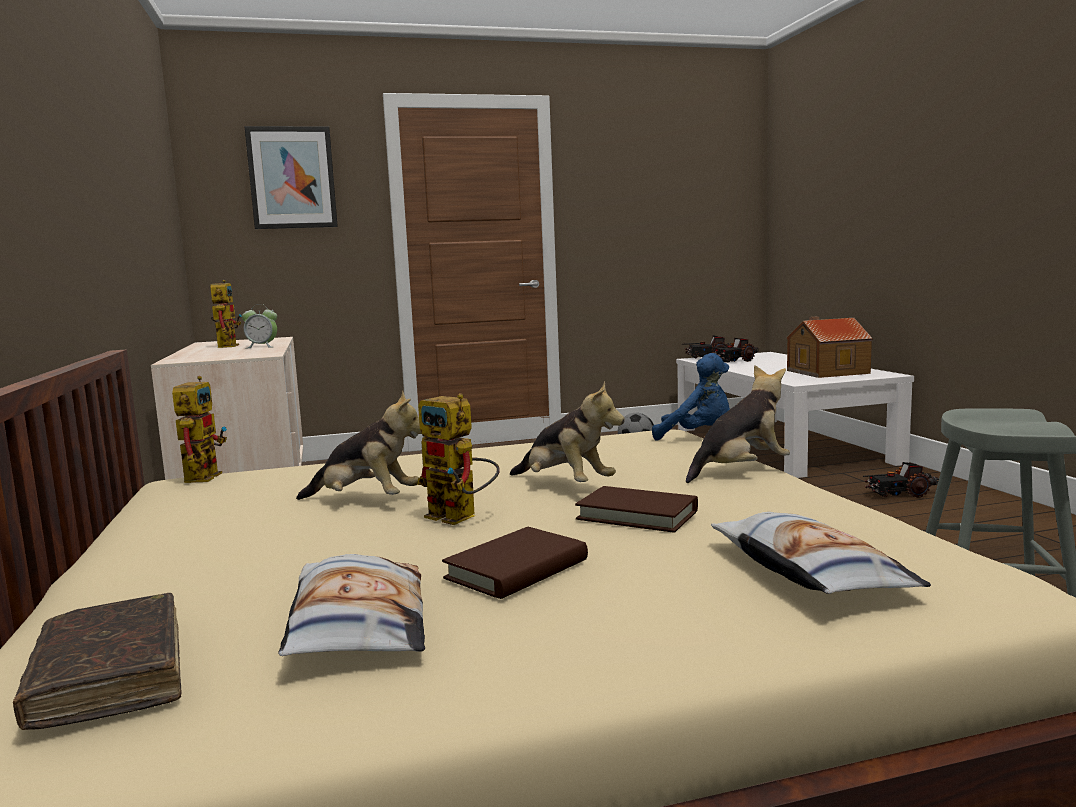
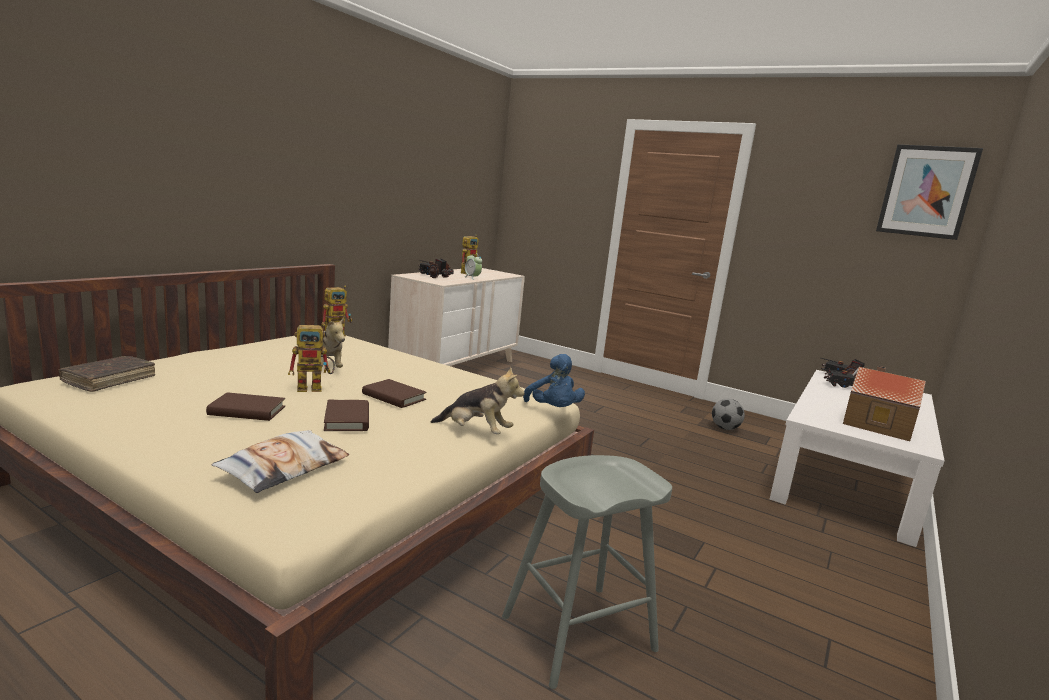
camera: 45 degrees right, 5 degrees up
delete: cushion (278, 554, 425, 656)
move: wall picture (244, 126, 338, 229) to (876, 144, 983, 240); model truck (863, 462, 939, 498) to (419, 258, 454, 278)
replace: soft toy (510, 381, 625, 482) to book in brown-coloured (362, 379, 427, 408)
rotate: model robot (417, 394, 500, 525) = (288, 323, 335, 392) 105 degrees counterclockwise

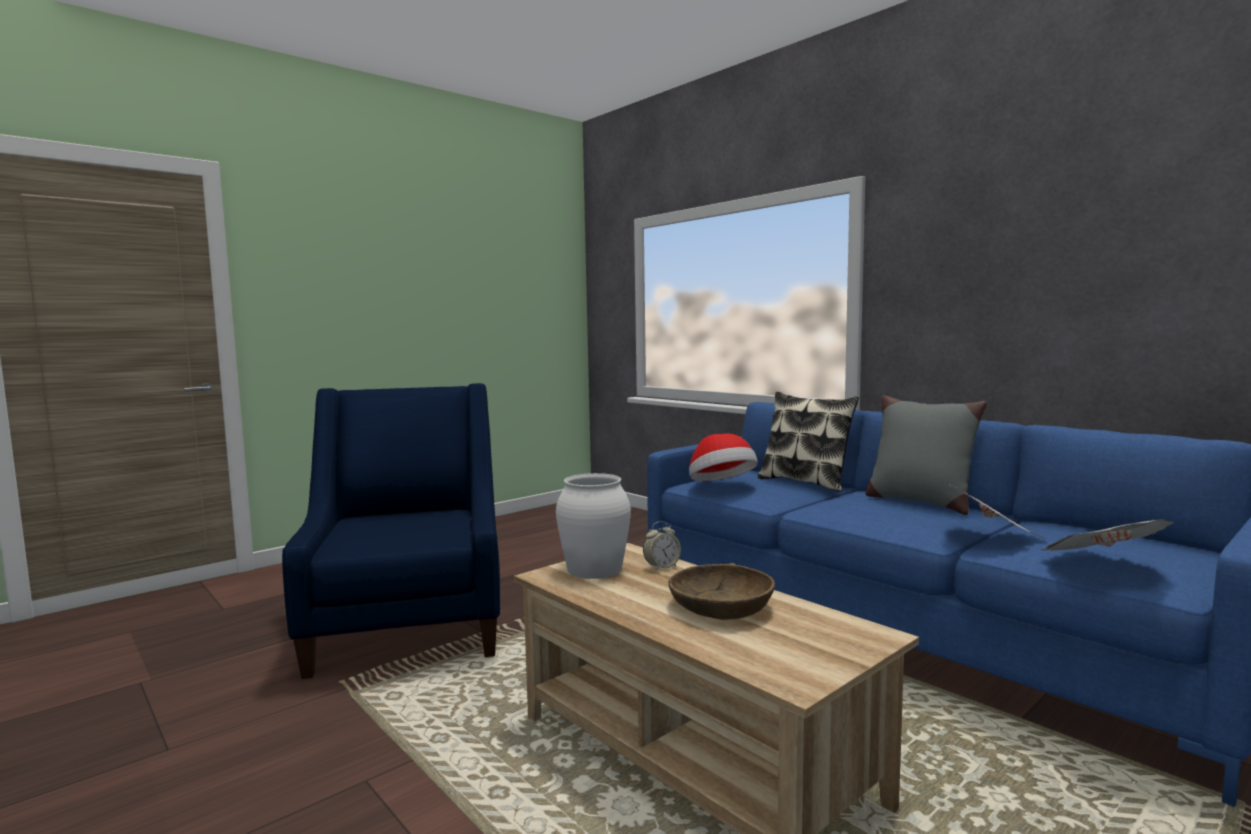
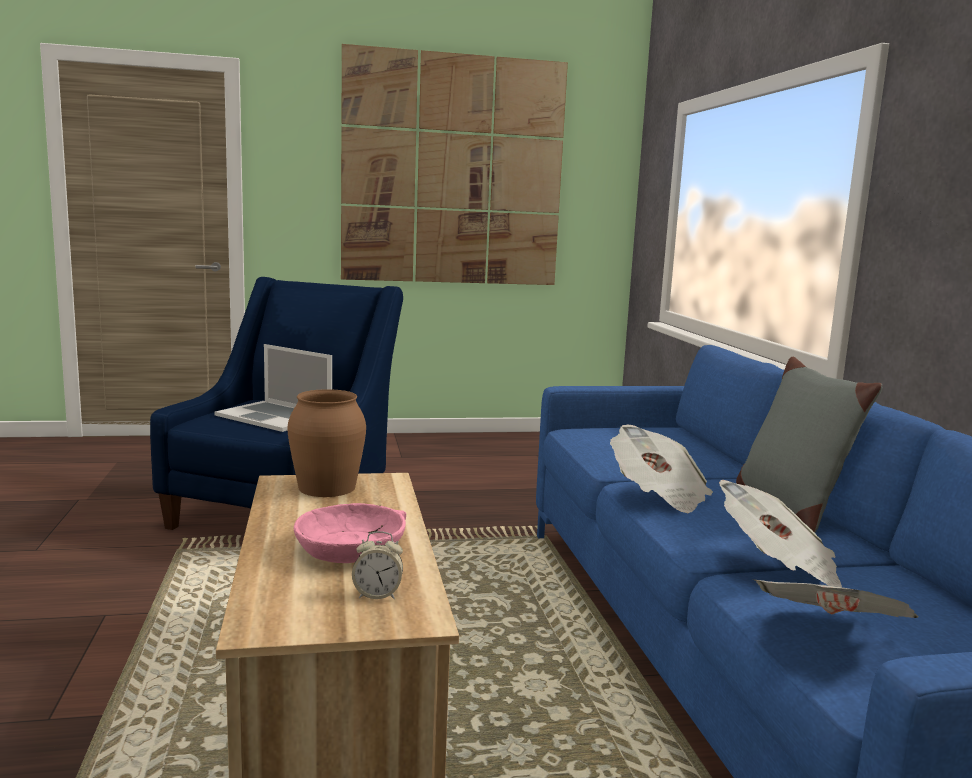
camera: 30 degrees right, 5 degrees up
delete: cushion (758, 392, 859, 492); clothing hat (689, 433, 758, 481)
insert: wall picture (341, 44, 568, 285); portable computer (215, 344, 332, 432); daily paper (610, 425, 713, 513)
move: alarm clock (643, 521, 681, 570) to (352, 531, 403, 599)
recolor: flower vase in whitish (556, 473, 631, 579) to flower vase in brown-coloured (287, 389, 366, 497); bowl in brown-coloured (669, 563, 775, 620) to bowl in pink (294, 503, 406, 563)

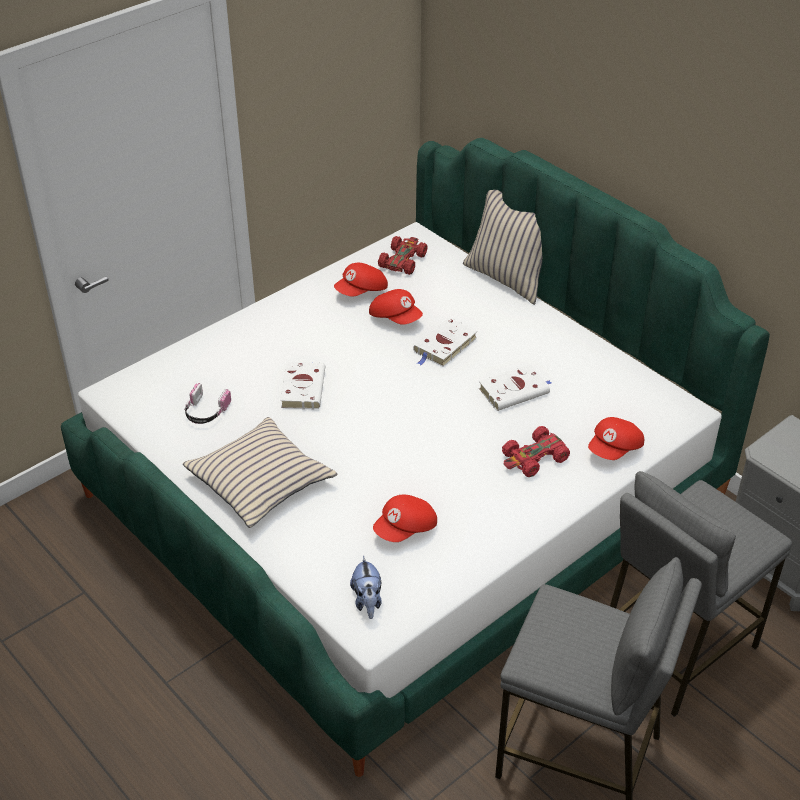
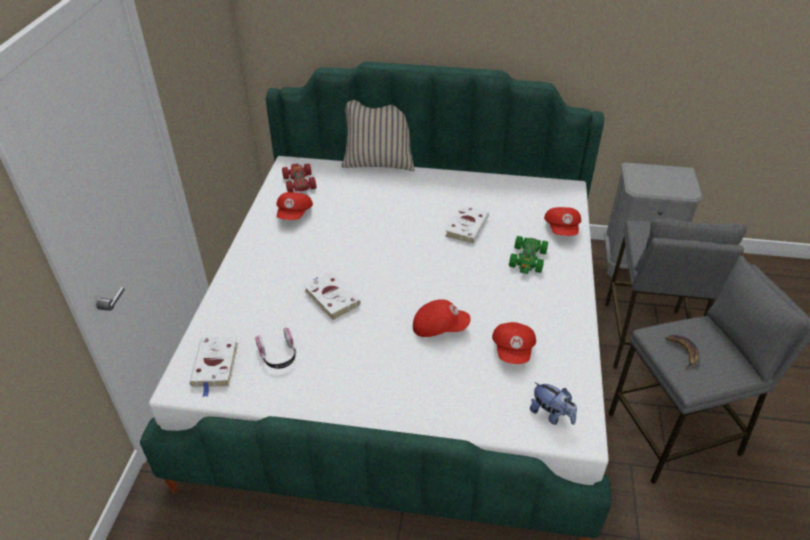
camera: 40 degrees left, 0 degrees up
delete: cushion in beige (183, 417, 337, 528)
insert: whole banana (665, 335, 699, 370)
move: baseball cap in reddish (369, 289, 423, 325) to (413, 299, 471, 337); book in whitish (413, 317, 478, 367) to (189, 337, 238, 397)
recolor: toy car in reddish (502, 426, 570, 477) to toy car in greenish (509, 236, 548, 274)

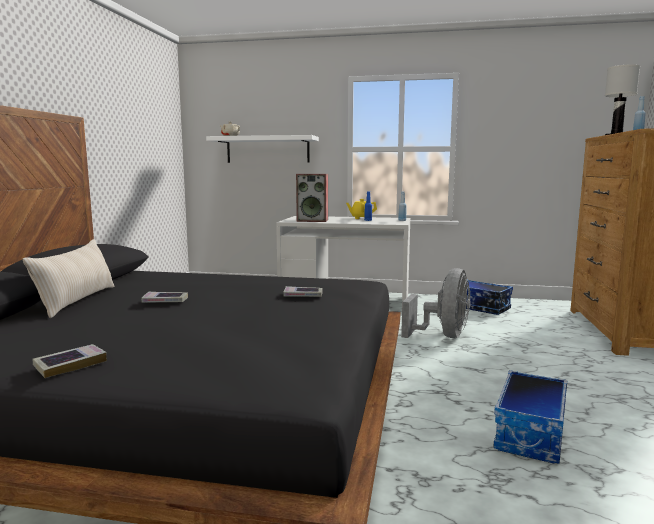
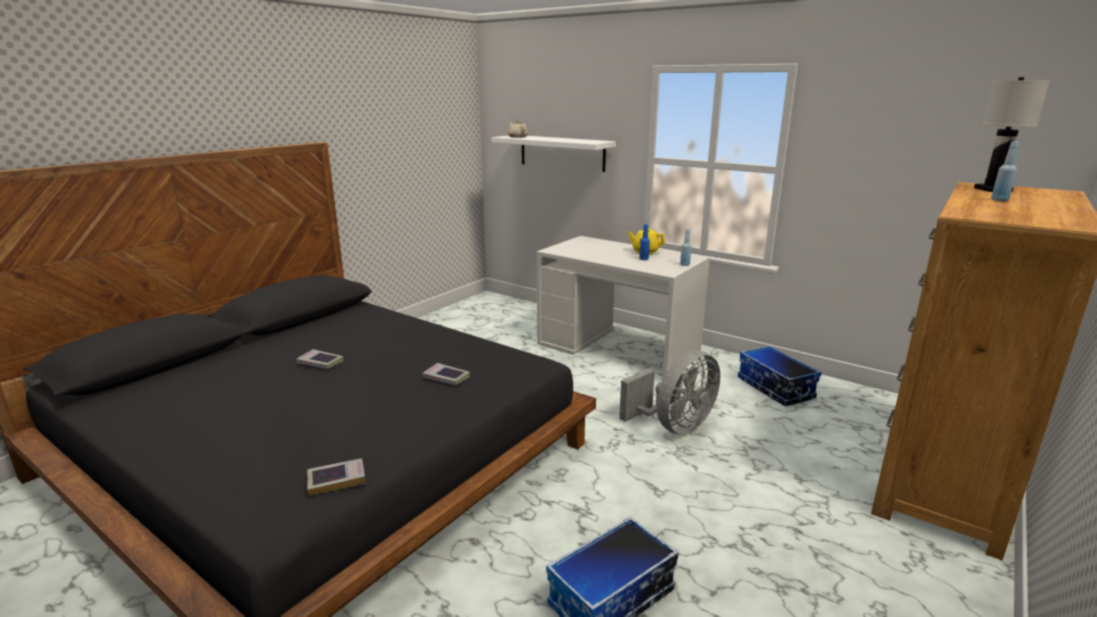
camera: 25 degrees right, 10 degrees up
delete: loudspeaker (296, 174, 328, 222); cushion in beige (23, 239, 115, 318)
move: book (32, 344, 107, 378) to (307, 458, 366, 496)

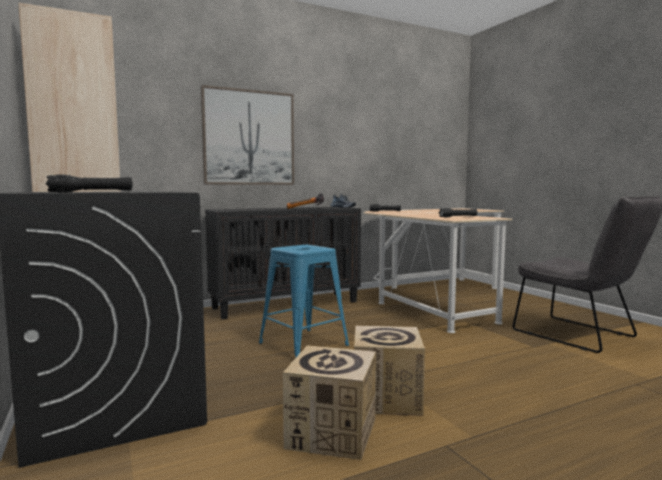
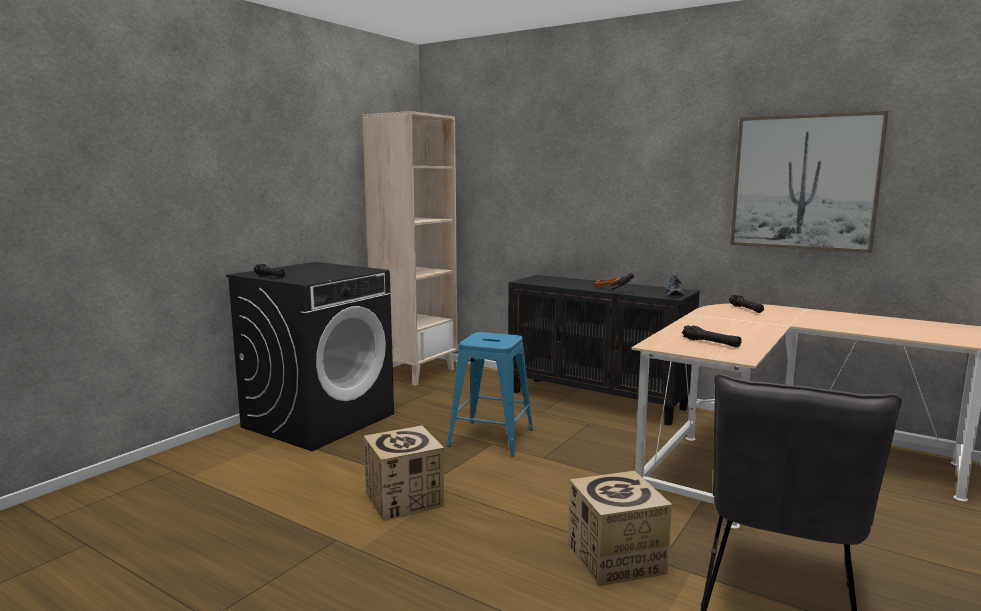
camera: 60 degrees right, 5 degrees up
move: wall picture (201, 85, 294, 185) to (730, 111, 888, 253); carton (283, 345, 376, 460) to (568, 471, 672, 586)

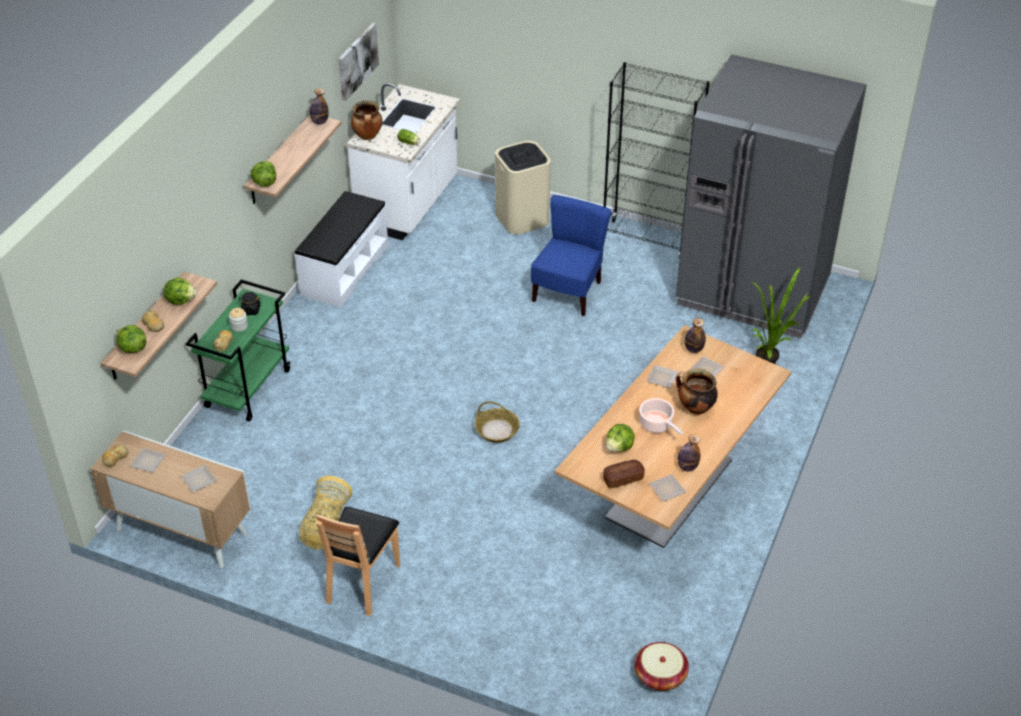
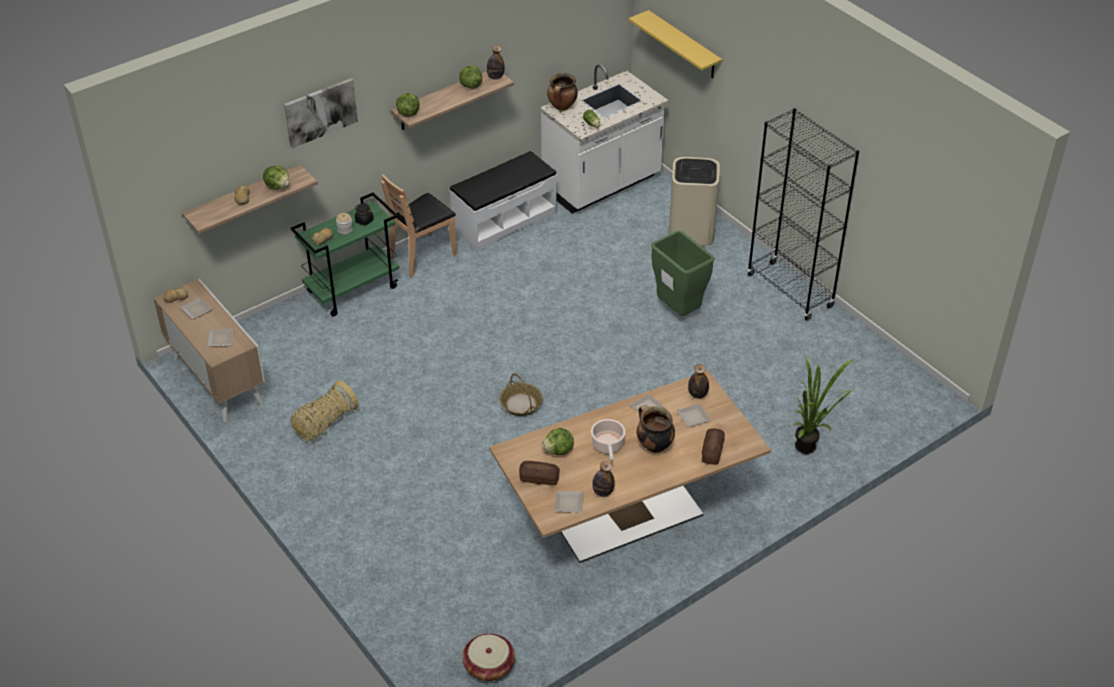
camera: 30 degrees right, 0 degrees up
delete: refrigerator in grey (676, 54, 867, 338)
insert: shelf in yellowish (629, 10, 722, 78); baked bread (702, 428, 725, 465)
move: wall picture (338, 23, 379, 101) to (284, 78, 358, 148); lettuce (116, 325, 146, 353) to (459, 66, 482, 89); chair in brown-coloured (316, 507, 400, 616) to (381, 175, 457, 277)
replace: chair in blue (531, 195, 611, 316) to trash can in greenish (651, 231, 715, 316)

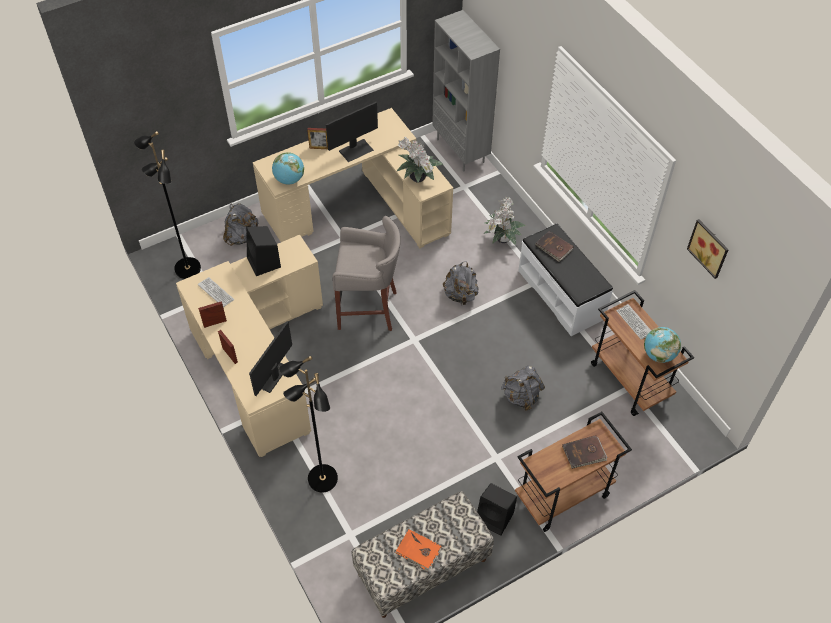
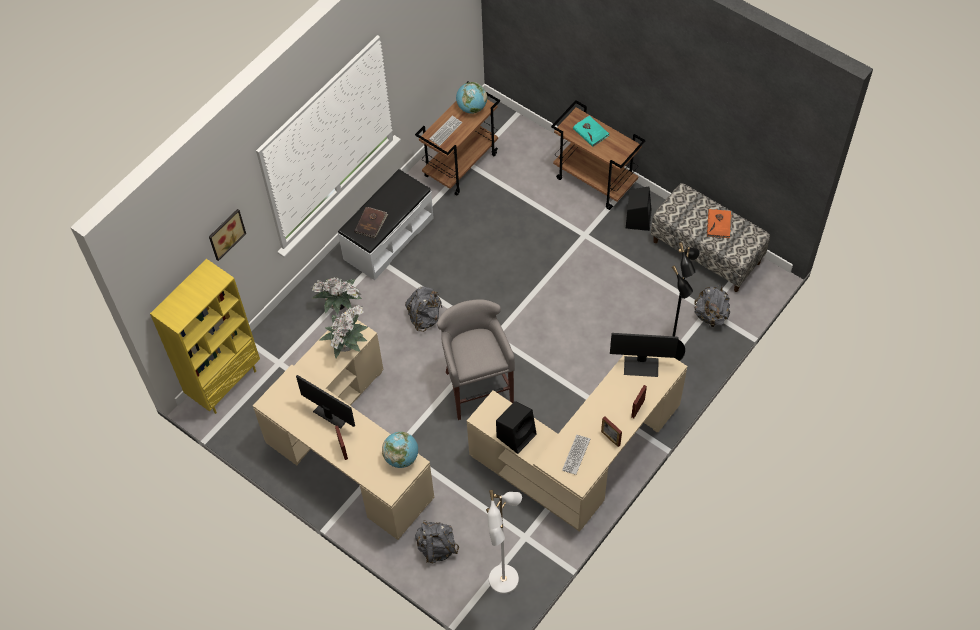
camera: 110 degrees left, 5 degrees up
move: wall picture (687, 219, 729, 279) to (209, 209, 246, 261); rucksack in grey (501, 366, 545, 411) to (694, 285, 730, 328)
recolor: bookshelf in grey (432, 10, 500, 171) to bookshelf in yellowish (150, 259, 260, 414); standing lamp in blackish (134, 131, 201, 279) to standing lamp in whitish (486, 490, 522, 594); book in brown-coloured (562, 435, 608, 469) to book in blue-green (573, 115, 610, 147)

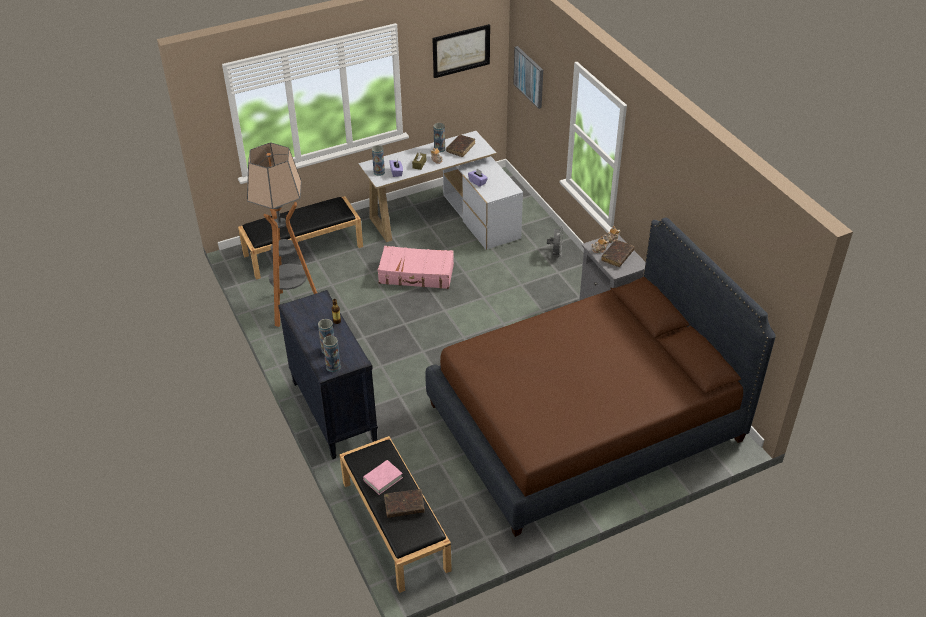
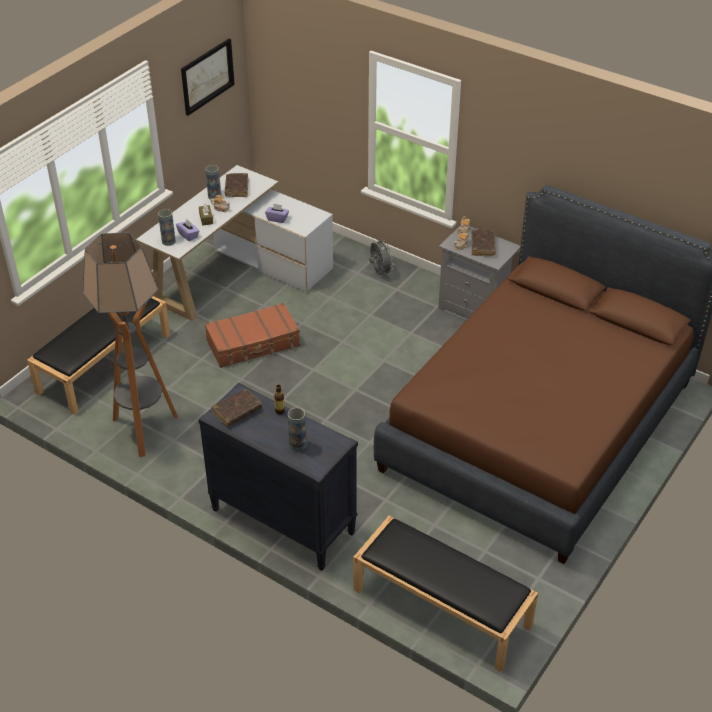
camera: 30 degrees left, 0 degrees up
delete: wall picture (513, 46, 543, 109); flower vase (323, 336, 341, 372); book in pink (363, 460, 403, 495)
move: book in brown-coloured (384, 489, 425, 518) to (212, 389, 262, 427)
recolor: travel case in pink (378, 246, 454, 289) to travel case in brown-coloured (205, 303, 300, 368)

